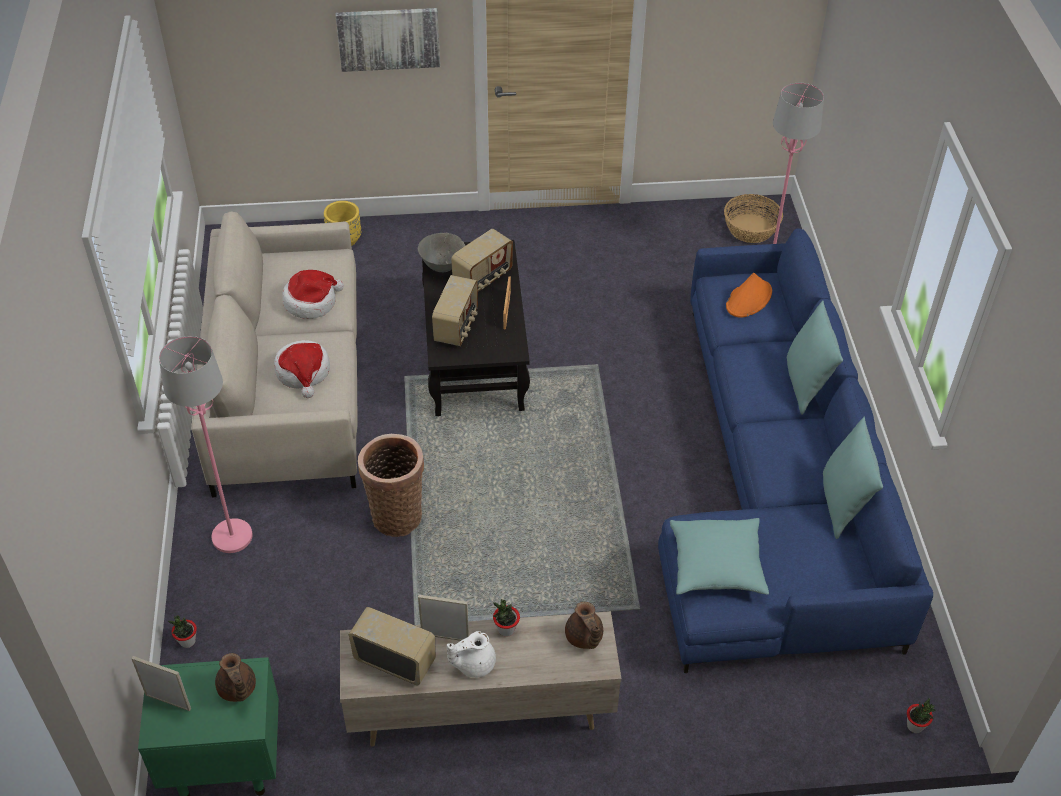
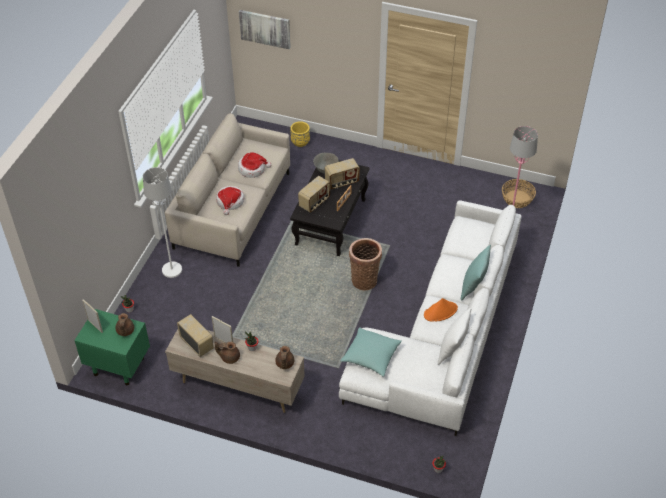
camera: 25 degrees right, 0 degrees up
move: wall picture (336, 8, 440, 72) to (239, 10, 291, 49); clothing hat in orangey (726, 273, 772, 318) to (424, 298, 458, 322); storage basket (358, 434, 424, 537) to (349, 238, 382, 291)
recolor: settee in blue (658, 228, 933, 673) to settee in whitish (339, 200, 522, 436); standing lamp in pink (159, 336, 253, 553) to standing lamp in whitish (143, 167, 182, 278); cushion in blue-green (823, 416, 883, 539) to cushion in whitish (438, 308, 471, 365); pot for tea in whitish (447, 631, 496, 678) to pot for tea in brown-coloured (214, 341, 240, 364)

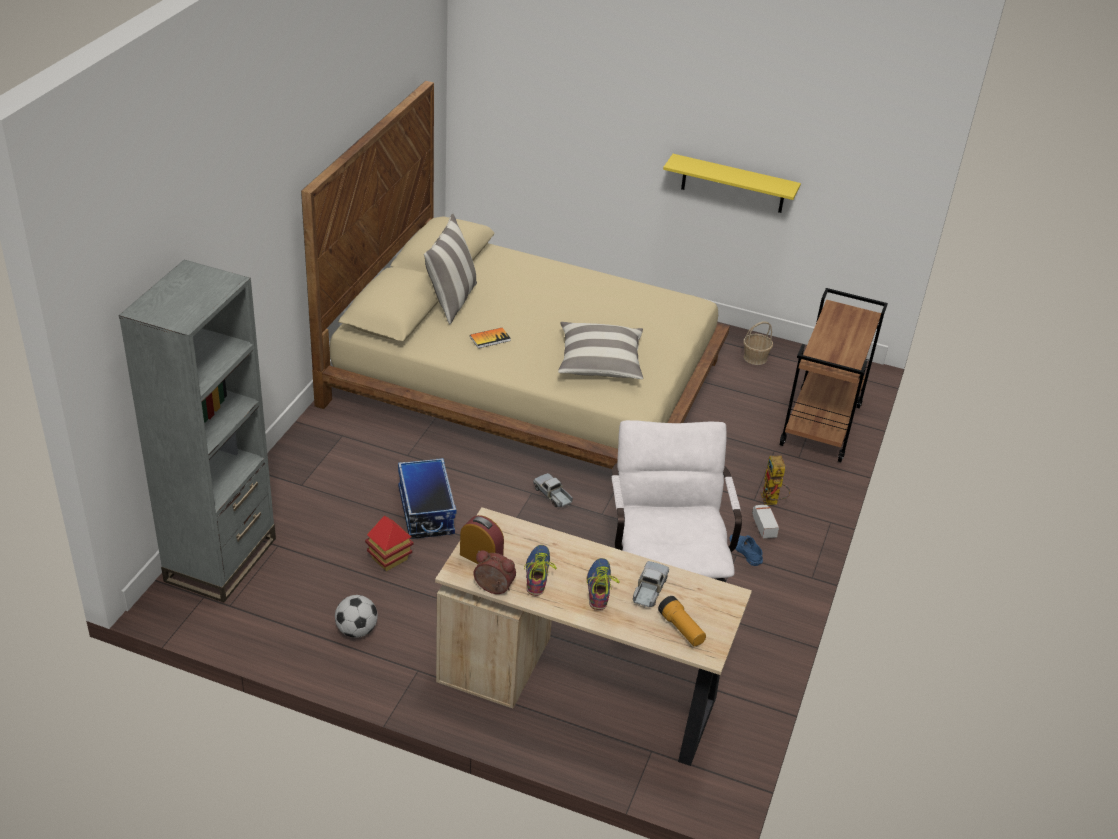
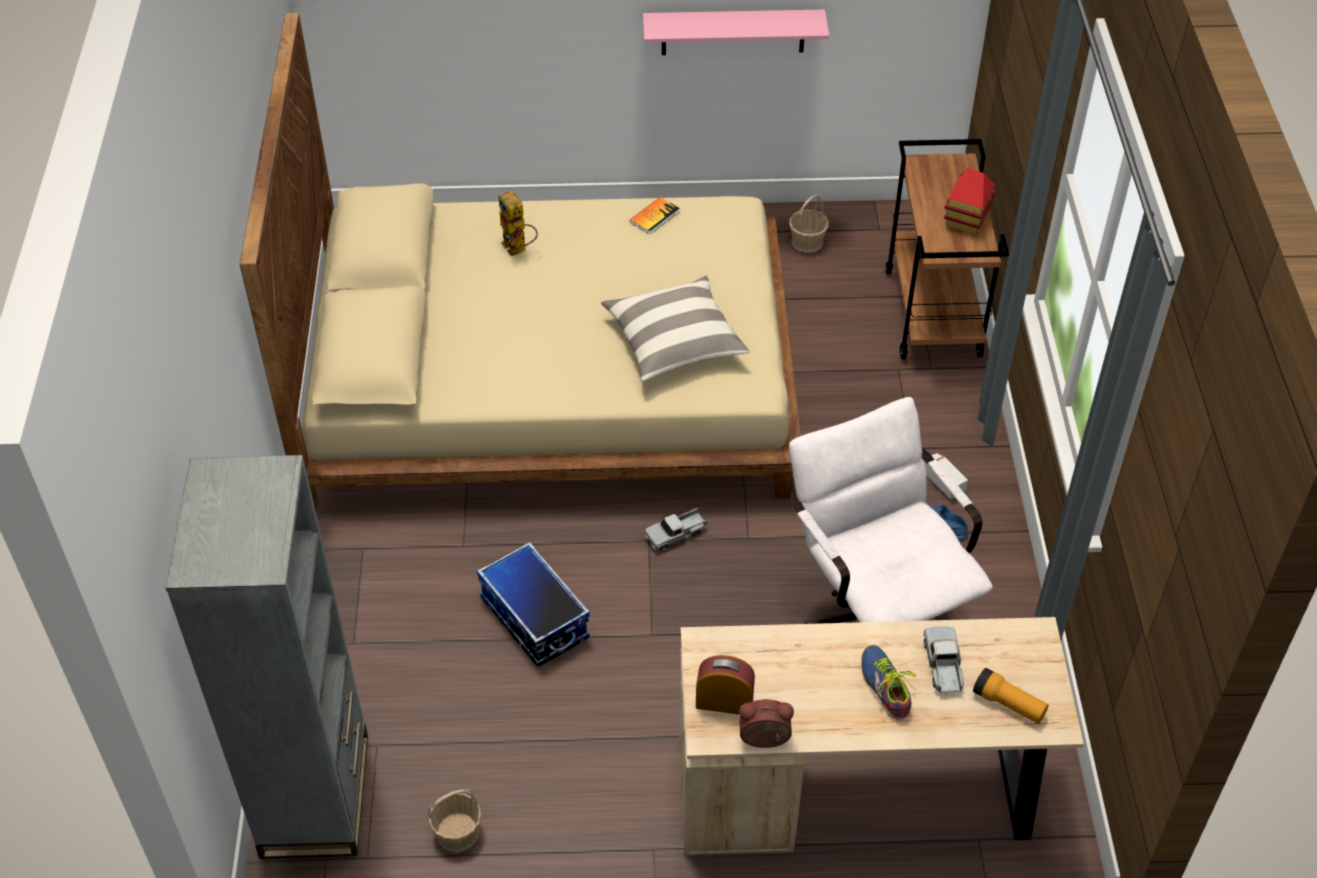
camera: 20 degrees left, 10 degrees up
delete: cushion (424, 214, 477, 324); low shoe (524, 545, 557, 596); football (335, 595, 378, 638)
insert: storage basket (428, 789, 482, 852)
move: book (470, 327, 511, 348) to (630, 197, 680, 234); model robot (761, 455, 790, 505) to (498, 190, 538, 257); miniature house (365, 515, 414, 571) to (944, 168, 996, 234)
recolor: shelf in yellowish (663, 154, 801, 213) to shelf in pink (643, 9, 829, 55)
rotate: model truck (533, 473, 573, 507) = (644, 508, 707, 552) 60 degrees counterclockwise

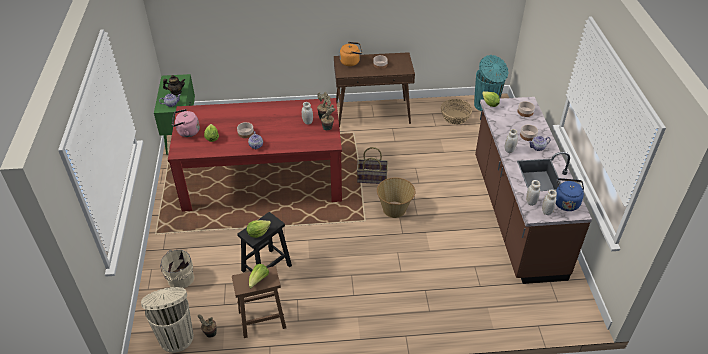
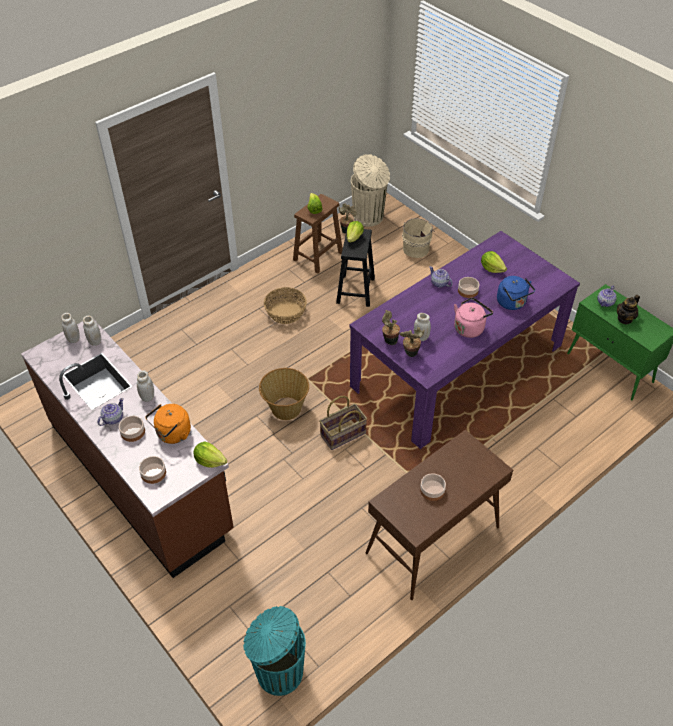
camera: 145 degrees right, 5 degrees up
move: kettle in orangey (340, 42, 362, 66) to (145, 404, 191, 444); storage basket (441, 99, 472, 125) to (264, 287, 307, 324); kettle in pink (172, 109, 200, 137) to (454, 297, 493, 338); kettle in blue (556, 178, 584, 211) to (497, 276, 535, 310)
recolor: dining table in reddish (168, 98, 342, 212) to dining table in purplish (349, 231, 580, 449)

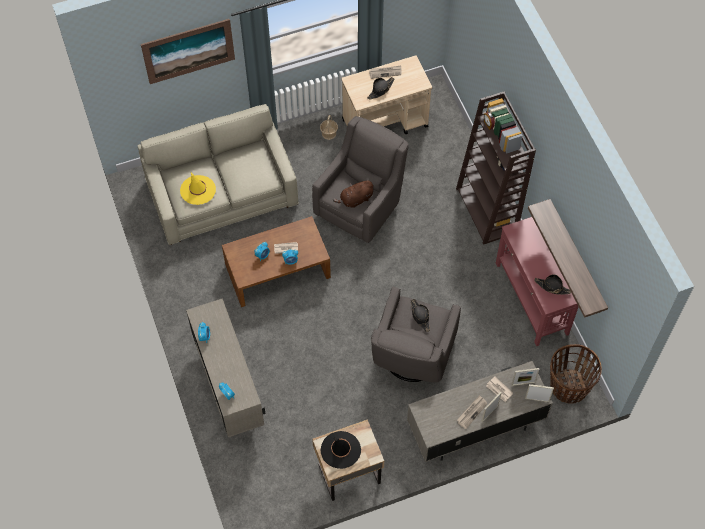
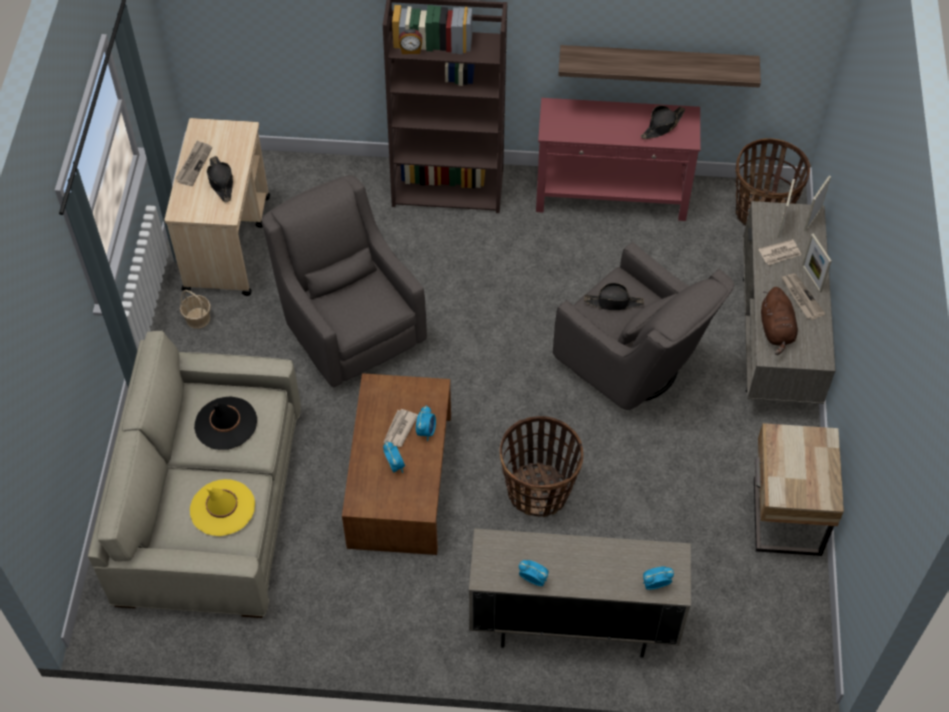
camera: 65 degrees left, 5 degrees down
delete: wall picture (141, 19, 235, 84)
insert: storage basket (499, 416, 583, 517)
move: soft toy in brown-coloured (333, 179, 373, 208) to (761, 287, 798, 355); clothing hat in blackish (321, 431, 361, 469) to (194, 397, 257, 450)

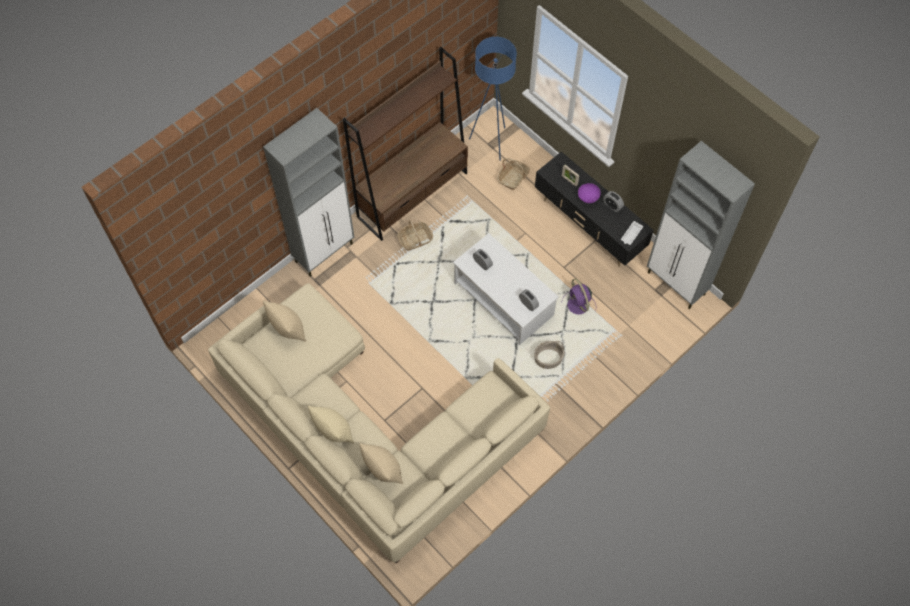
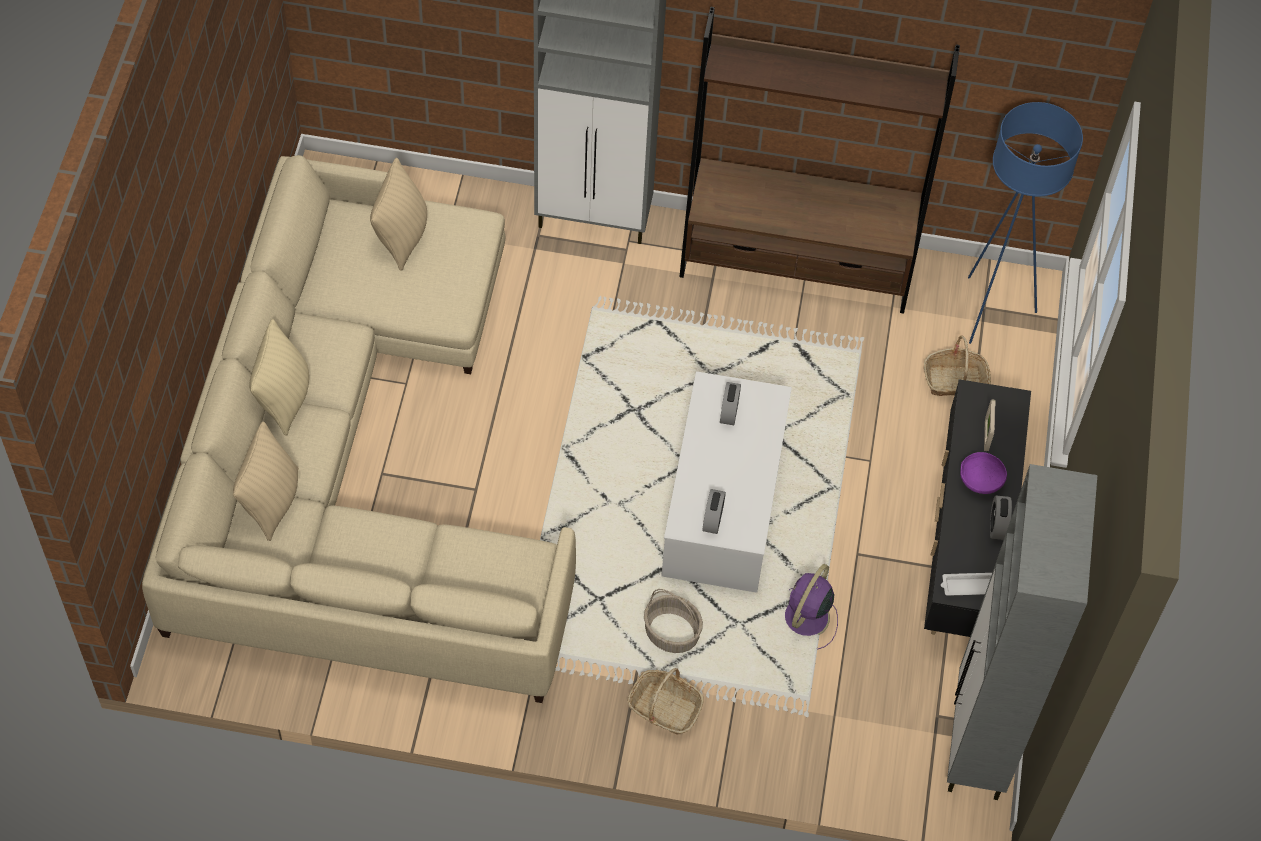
camera: 50 degrees right, 5 degrees down
move: storage basket (397, 220, 433, 251) to (628, 668, 704, 734)

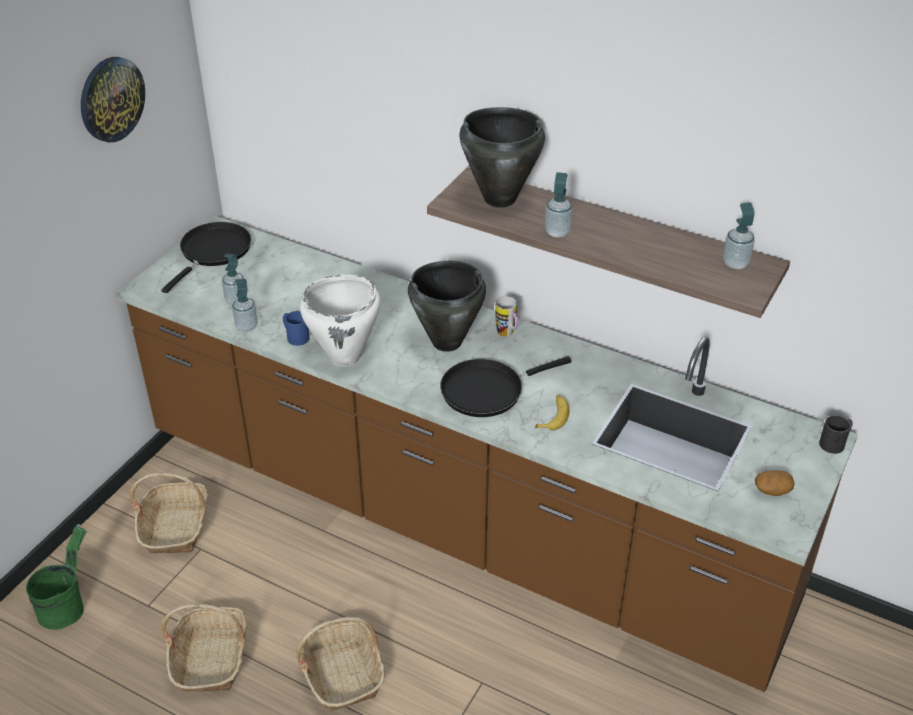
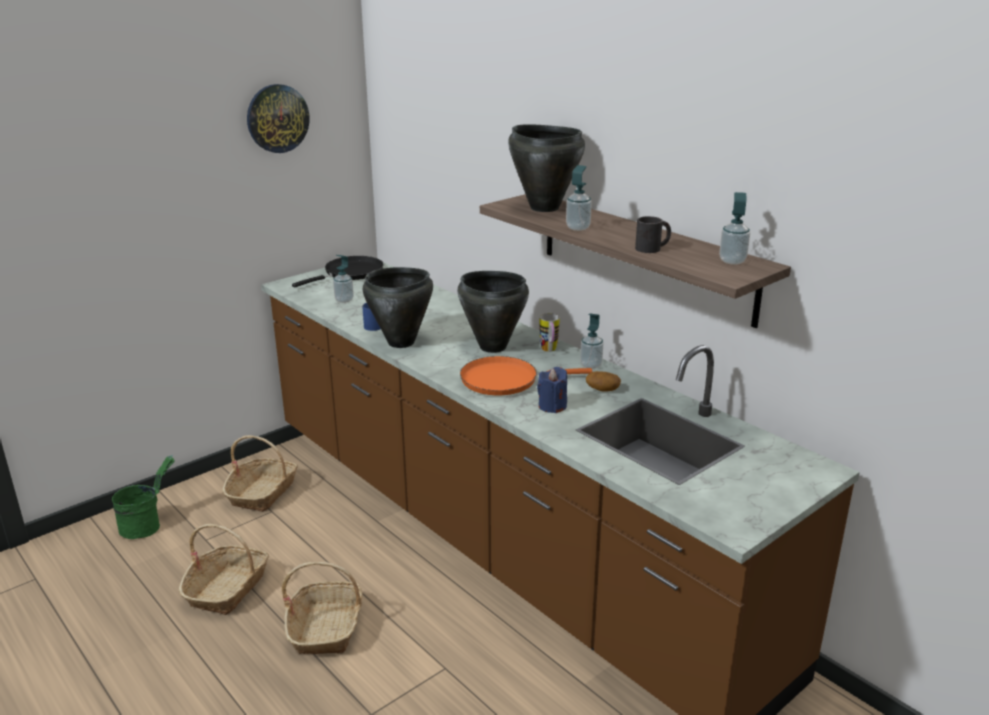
camera: 20 degrees right, 15 degrees down
move: liquid soap bottle (232, 279, 258, 332) to (580, 314, 603, 369); coffee mug in blackish (819, 415, 853, 454) to (635, 216, 671, 253); potato (755, 470, 794, 496) to (586, 371, 621, 392)
replace: whole banana (535, 395, 569, 430) to candle in blue (537, 367, 567, 413)
recolor: stockpot in whitish (300, 275, 380, 367) to stockpot in blackish (363, 267, 433, 348); skillet in blackish (440, 357, 571, 417) to skillet in orangey (460, 356, 593, 395)

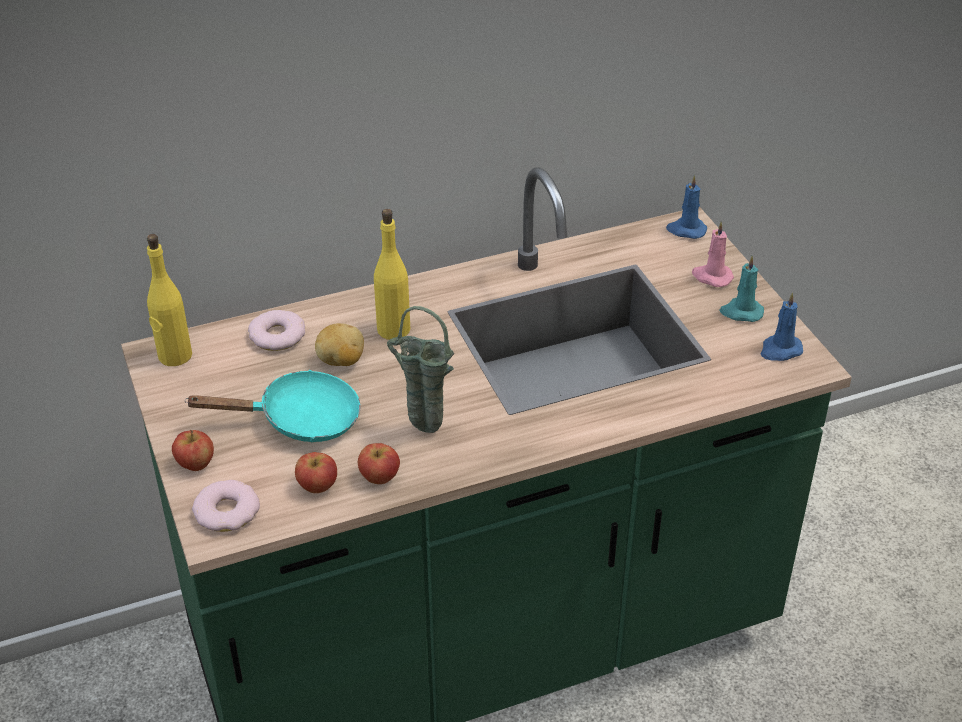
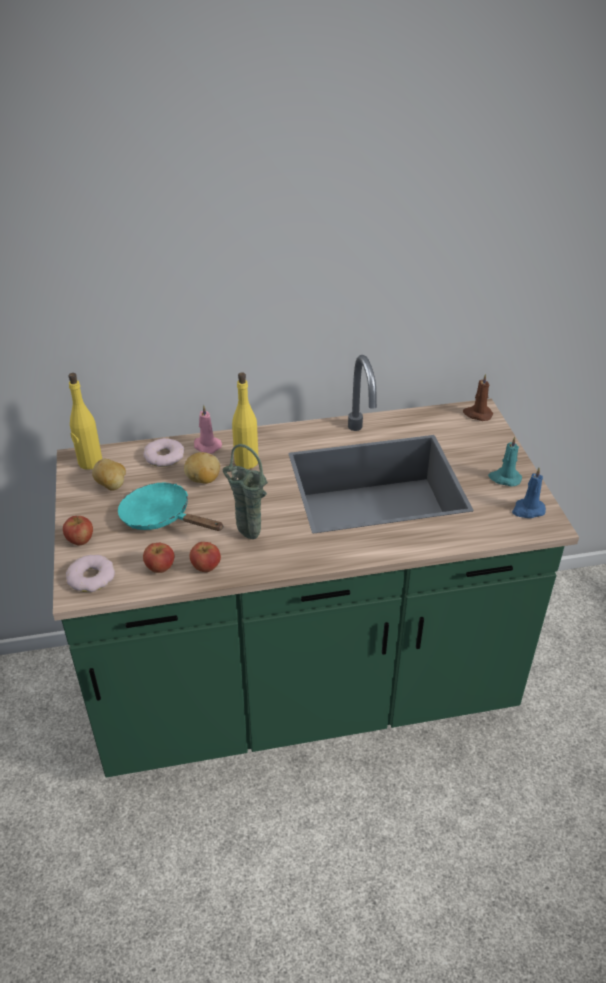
camera: 10 degrees right, 0 degrees up
insert: potato (92, 459, 126, 491)
move: candle in pink (692, 221, 734, 287) to (194, 405, 222, 454)
recolor: candle in blue (666, 175, 707, 239) to candle in brown-coloured (463, 374, 493, 421)
rotate: skillet in blue-green (185, 370, 361, 442) = (118, 483, 224, 531) 150 degrees counterclockwise

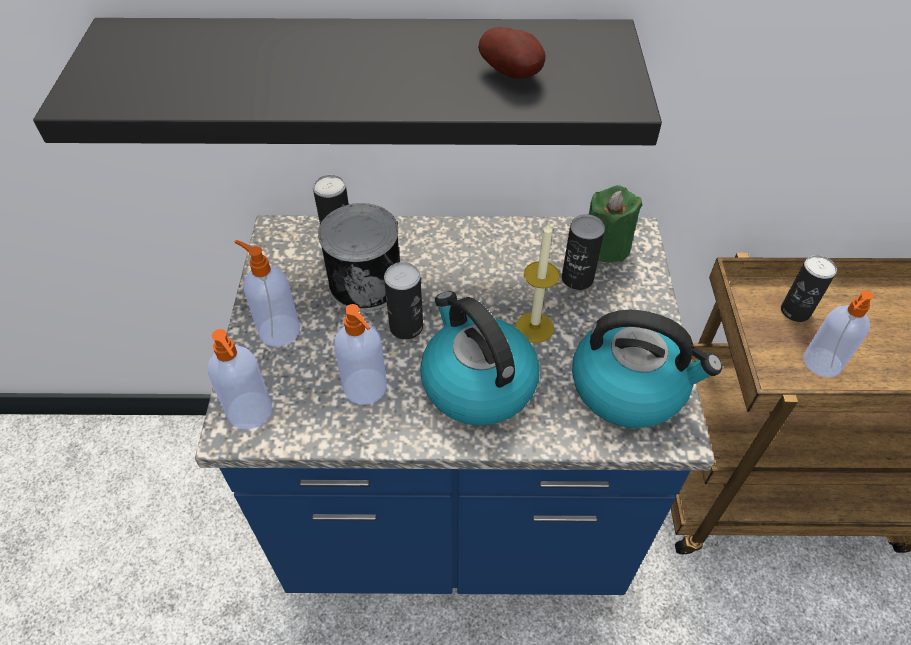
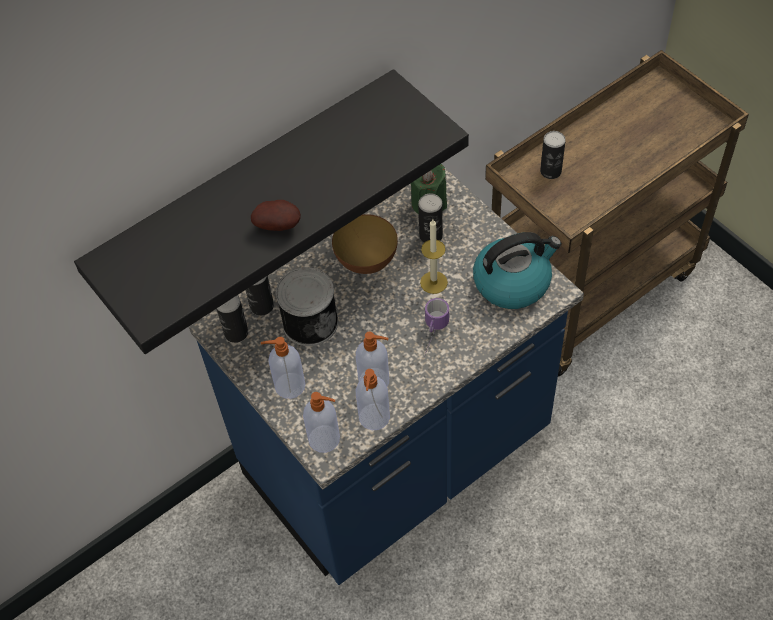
camera: 35 degrees left, 5 degrees up
insert: bowl (332, 214, 398, 274)
move: potato (478, 27, 546, 79) to (251, 200, 301, 231); metal can (384, 262, 423, 340) to (216, 295, 248, 343); liquid soap bottle (803, 290, 874, 377) to (356, 369, 390, 430)
replace: kettle (420, 291, 540, 426) to coffee mug (424, 298, 449, 357)

